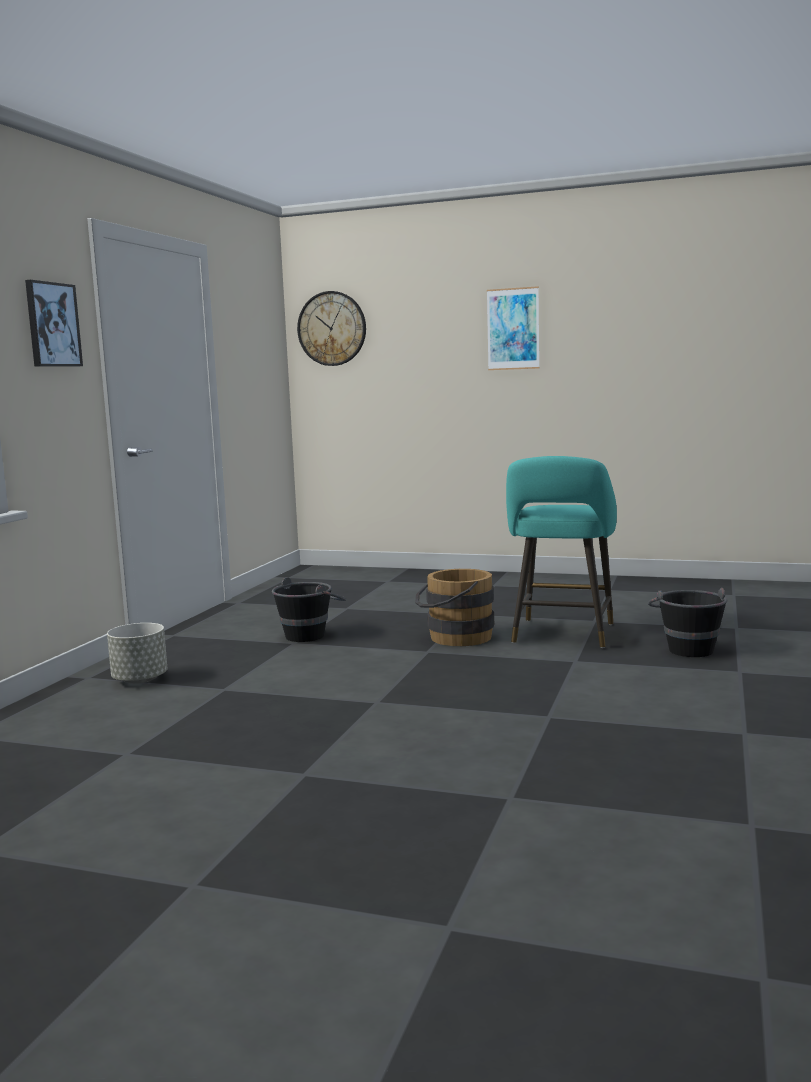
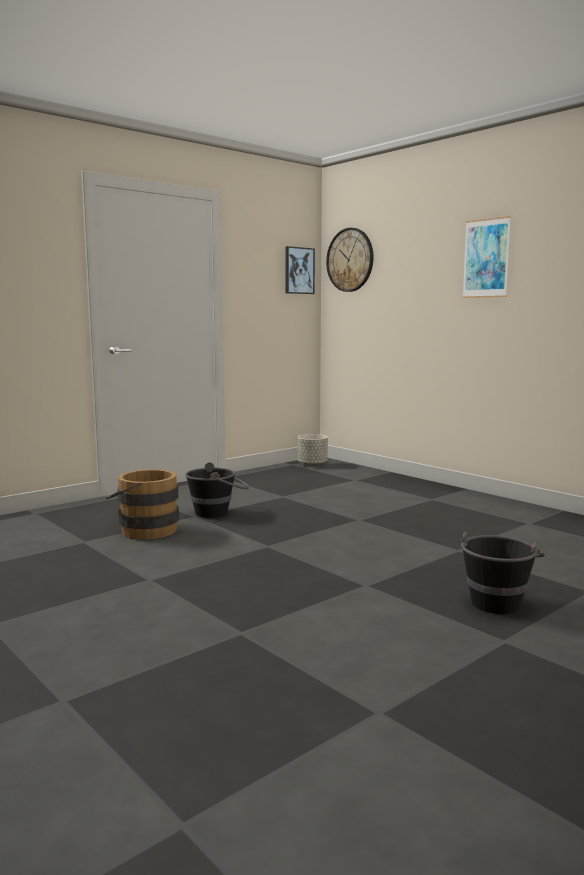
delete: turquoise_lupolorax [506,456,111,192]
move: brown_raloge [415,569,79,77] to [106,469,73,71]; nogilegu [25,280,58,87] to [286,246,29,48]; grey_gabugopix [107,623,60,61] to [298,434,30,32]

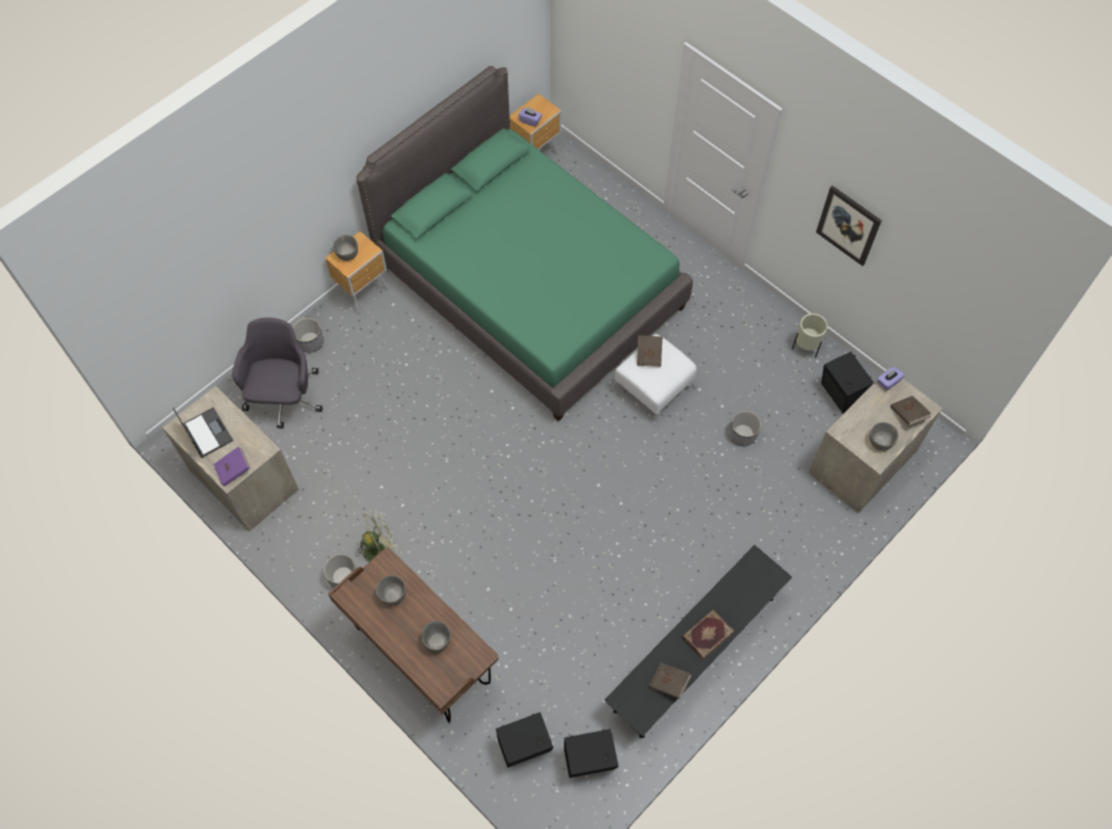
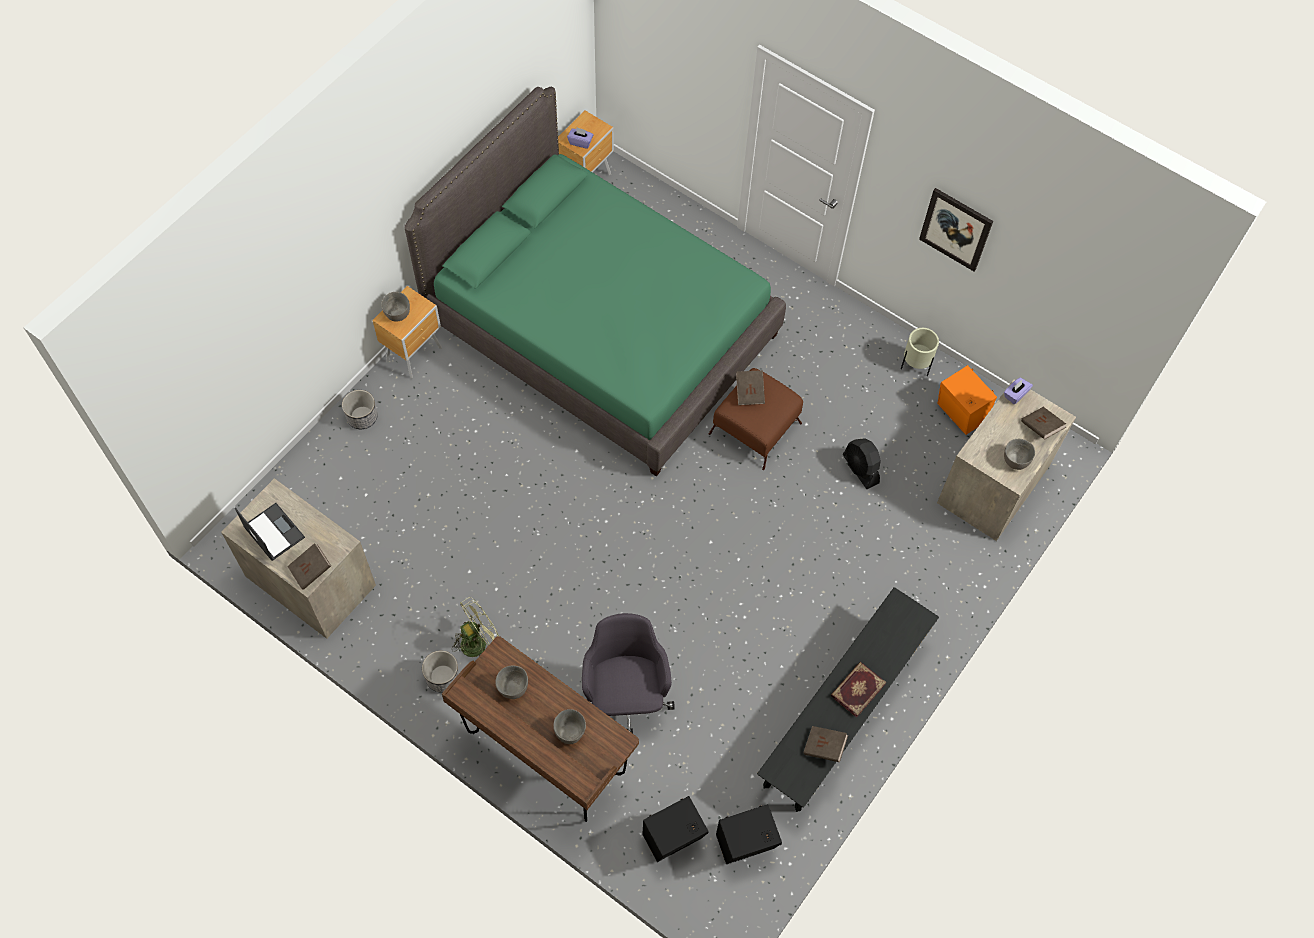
move: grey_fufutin [232,318,90,110] to [582,613,93,120]
replace: gabugopix [729,410,32,36] to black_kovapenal [843,438,38,51]
recolor: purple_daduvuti [213,446,37,40] to brown_daduvuti [287,543,44,47]; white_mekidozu [611,334,86,92] to brown_mekidozu [709,368,94,102]; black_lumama [821,352,53,62] to orange_lumama [937,365,60,70]

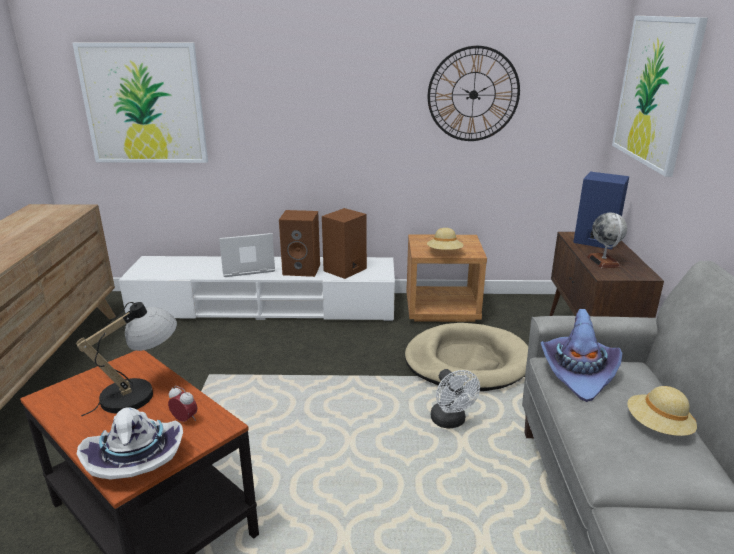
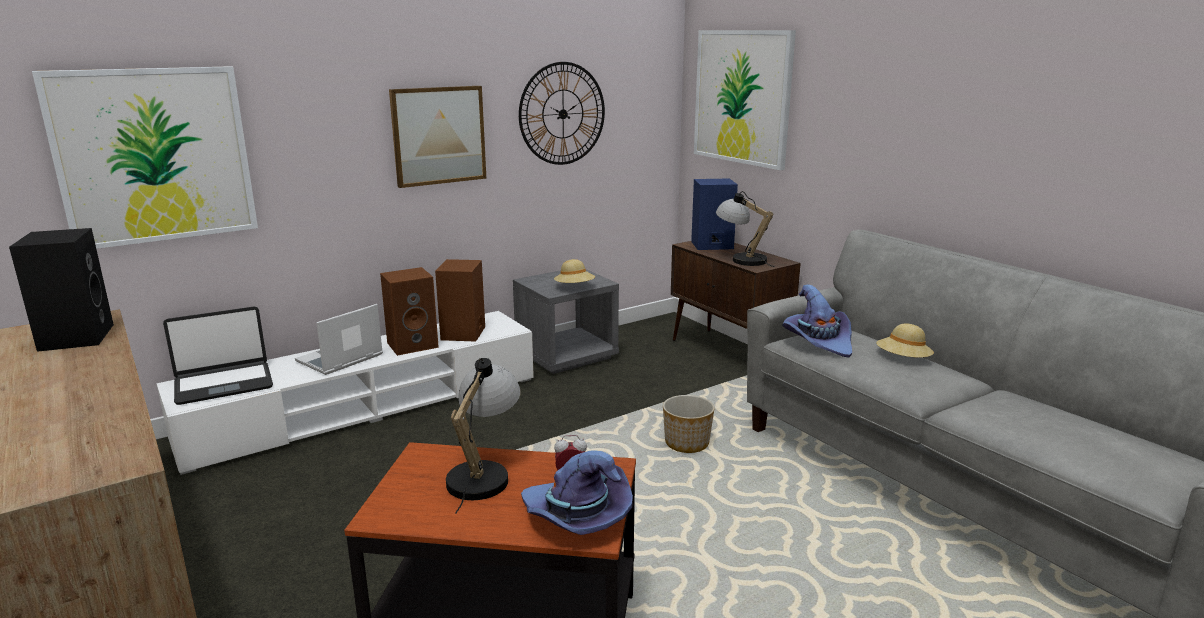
delete: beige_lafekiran [405,323,123,68]
insert: black_lumama [9,228,105,124]; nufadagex [163,307,110,98]; nogilegu [389,86,97,102]
replace: white_kovapenal [431,369,49,59] to gabugopix [663,395,52,58]; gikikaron [587,213,40,55] to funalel [716,191,59,76]
recolor: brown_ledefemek [406,234,81,88] to grey_ledefemek [513,269,106,105]; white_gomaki [77,407,106,73] to purple_gomaki [521,450,112,85]

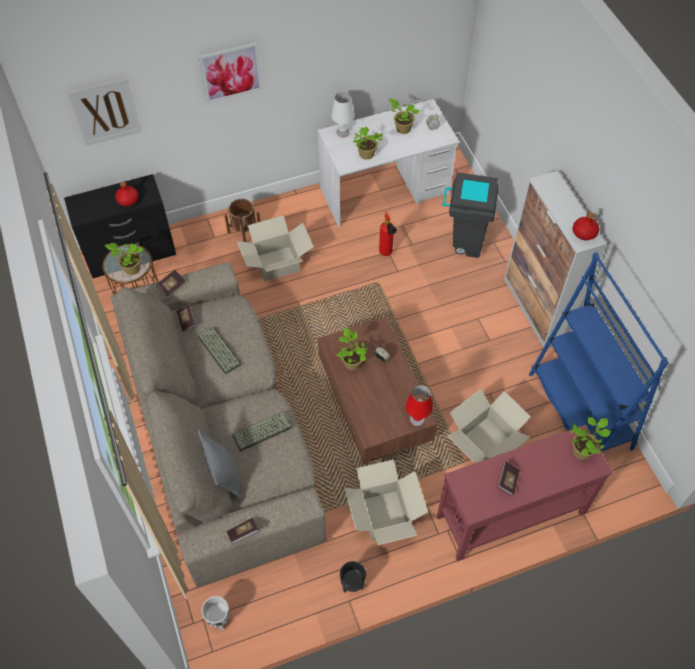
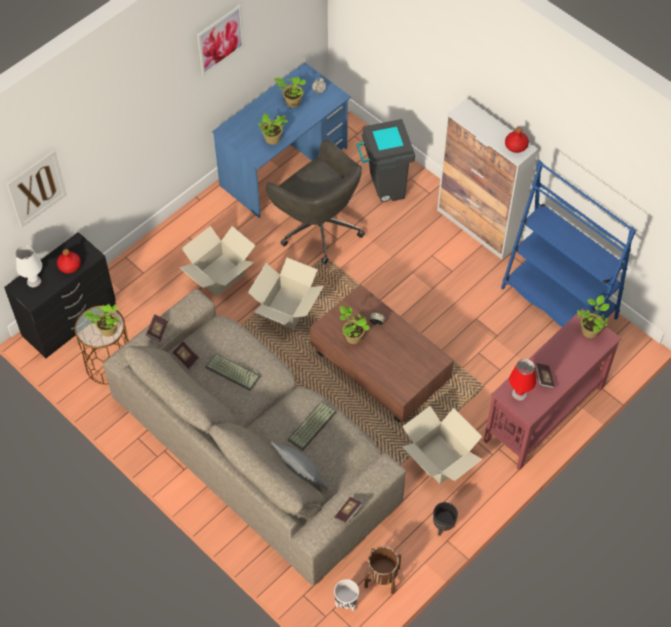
move: white_funalel [331,92,24,45] to [16,245,26,42]; nogilegu [199,42,63,61] to [197,5,47,71]; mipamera [447,389,84,74] to [248,257,76,73]; brown_gabugopix [225,199,35,43] to [365,546,36,48]; red_funalel [405,385,28,41] to [509,359,27,42]
replace: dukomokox [379,211,18,45] to grey_fufutin [265,139,100,125]
recolor: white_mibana [317,99,142,128] to blue_mibana [212,63,139,155]

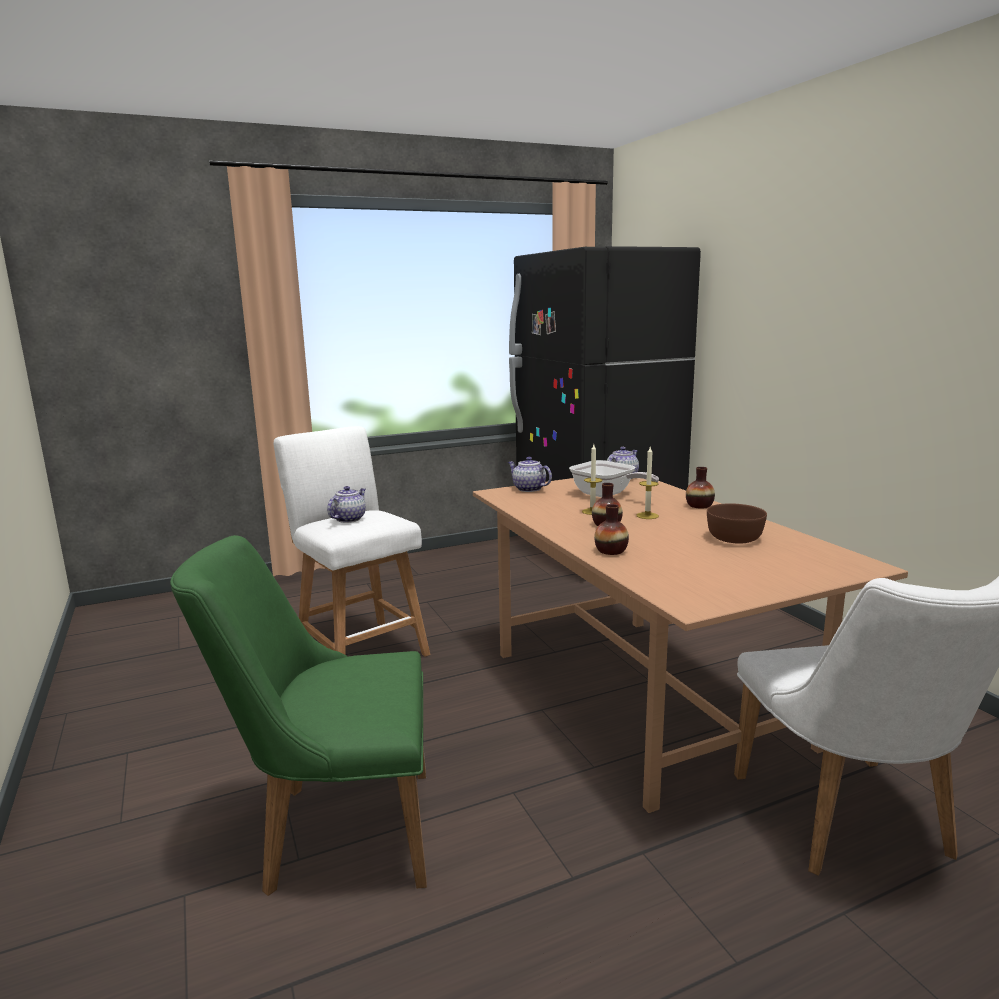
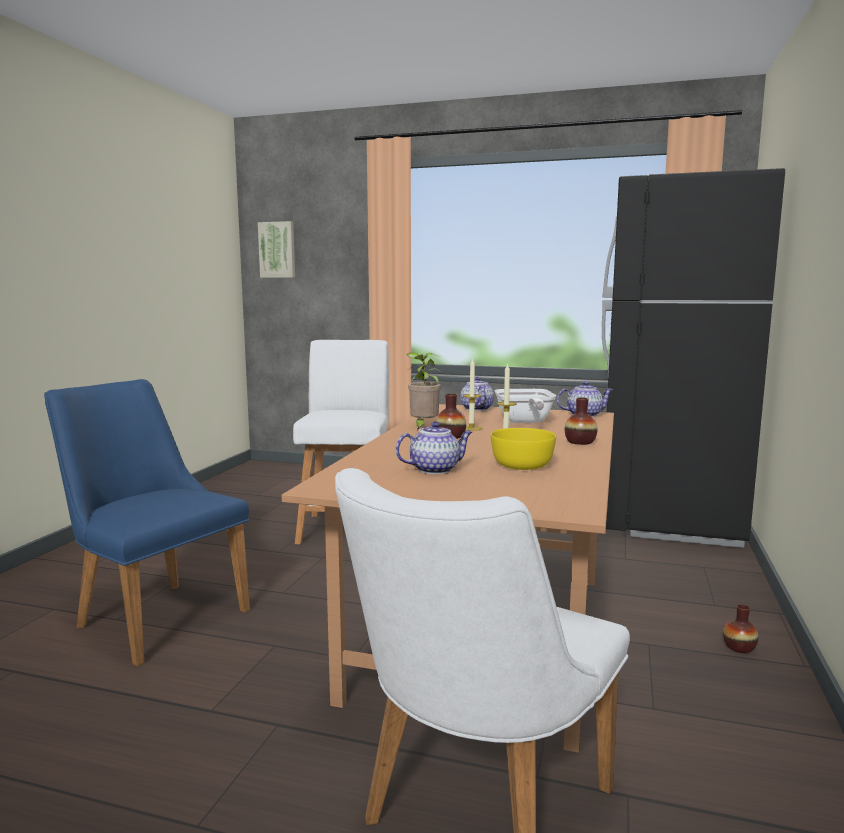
insert: nogilegu [258,221,37,57]; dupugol [407,352,34,78]
move: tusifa [327,486,39,37] to [396,422,76,52]; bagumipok [594,504,35,51] to [723,604,35,49]
recolor: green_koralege [170,535,257,361] to blue_koralege [44,379,206,288]; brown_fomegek [707,503,60,41] to yellow_fomegek [491,428,65,42]

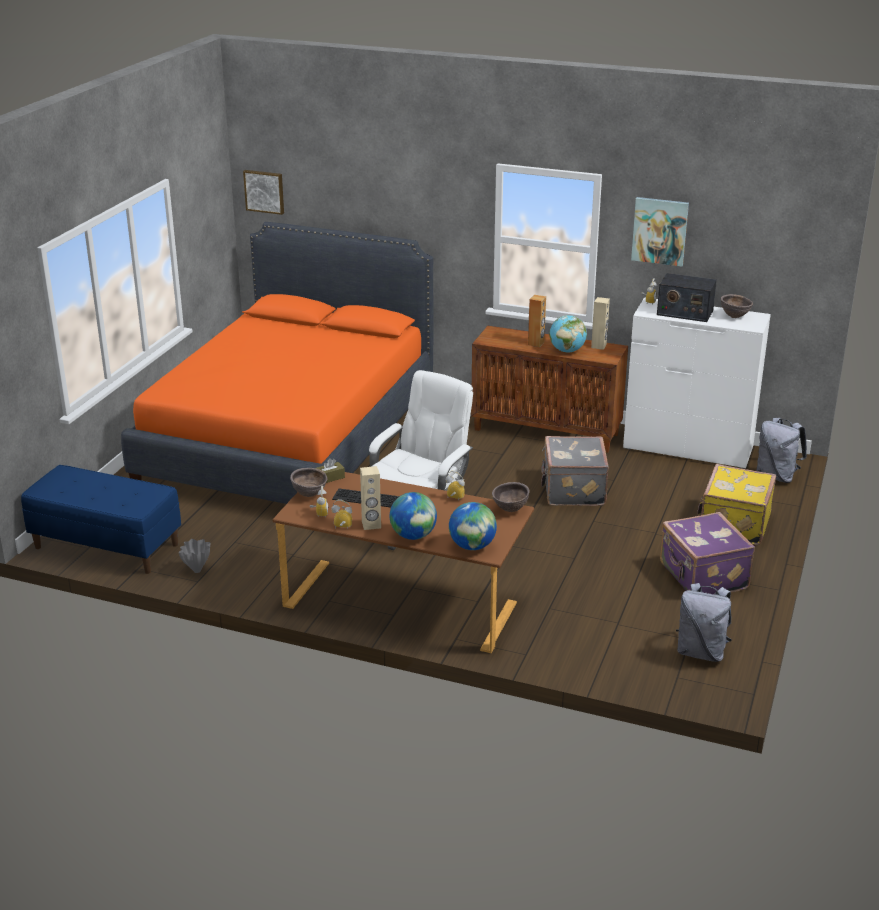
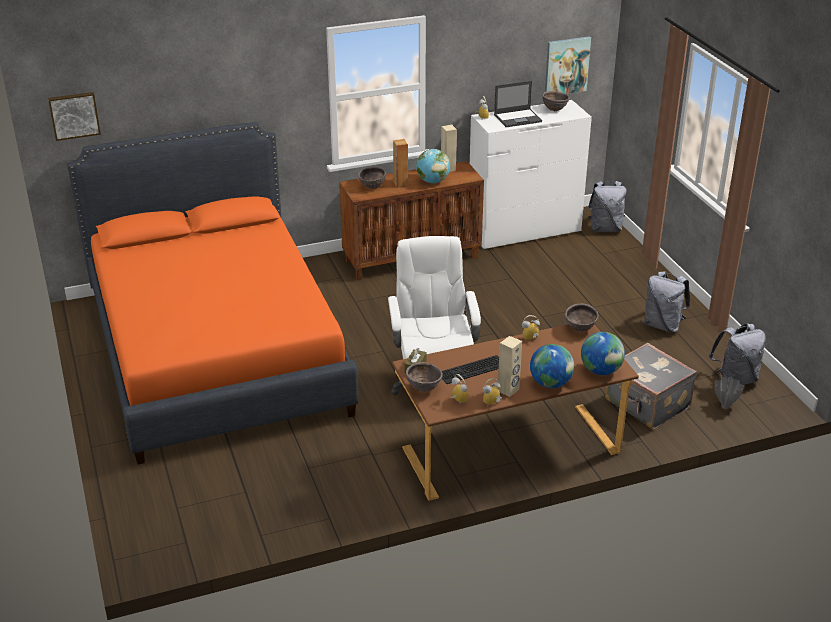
delete: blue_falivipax [21,465,160,109]; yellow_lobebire [697,464,79,81]
insert: brown_fomegek [358,166,28,23]
move: nogilegu [631,197,58,70] to [545,36,46,58]; grey_lobebire [541,436,68,70] to [605,343,92,87]; grey_bagumipok [179,539,31,34] to [715,377,30,31]
replace: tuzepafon [657,273,60,49] to nufadagex [494,81,48,46]; purple_lobebire [660,512,95,82] to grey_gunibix [644,271,46,62]

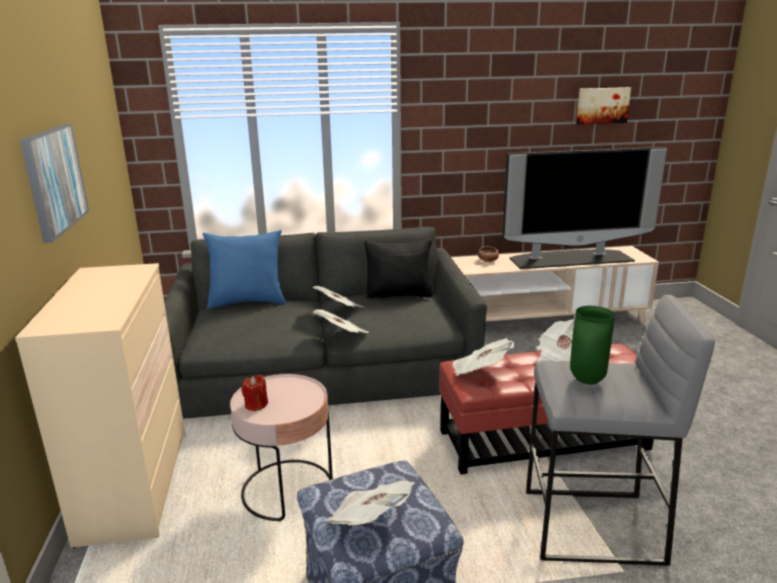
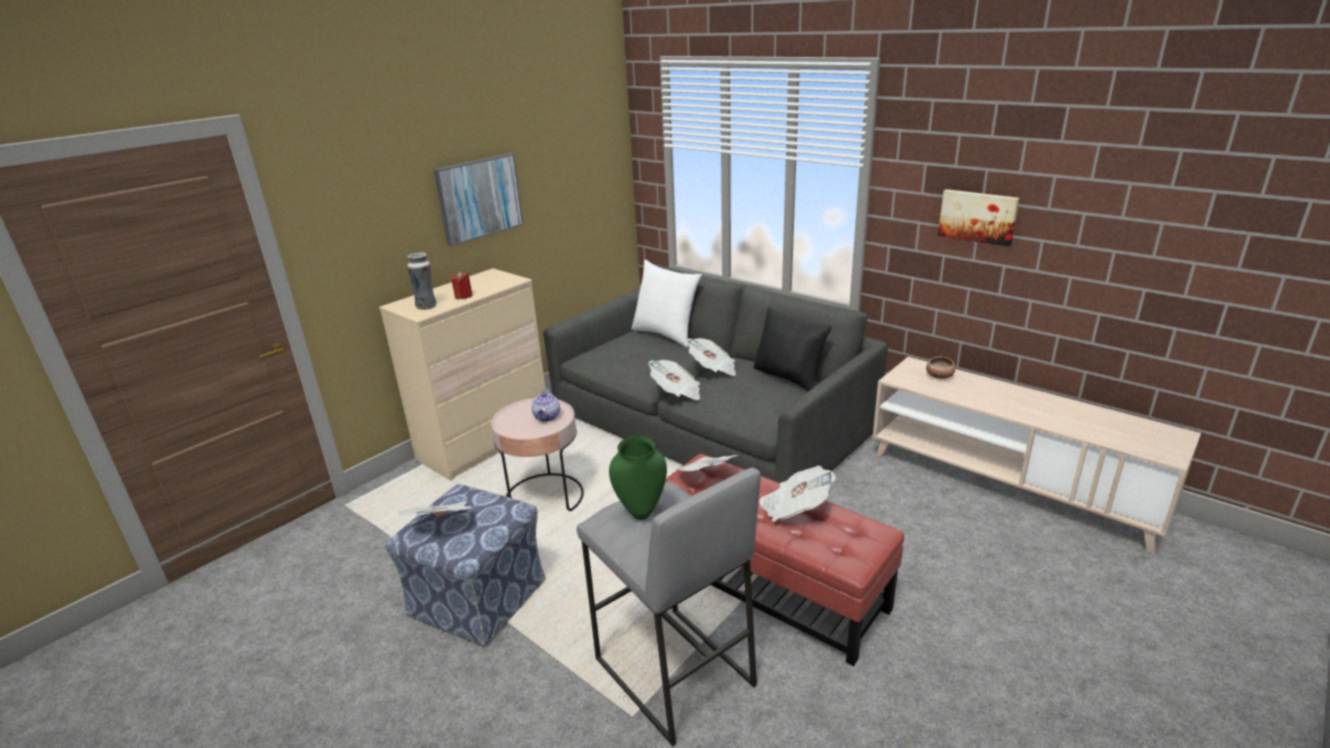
delete: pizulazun [502,147,165,122]
insert: bagumipok [407,253,29,57]; tusifa [531,389,29,32]
move: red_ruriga [241,375,27,36] to [451,271,22,28]; nogilegu [576,87,55,38] to [938,189,81,58]
recolor: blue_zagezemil [203,230,83,79] to white_zagezemil [632,260,70,88]

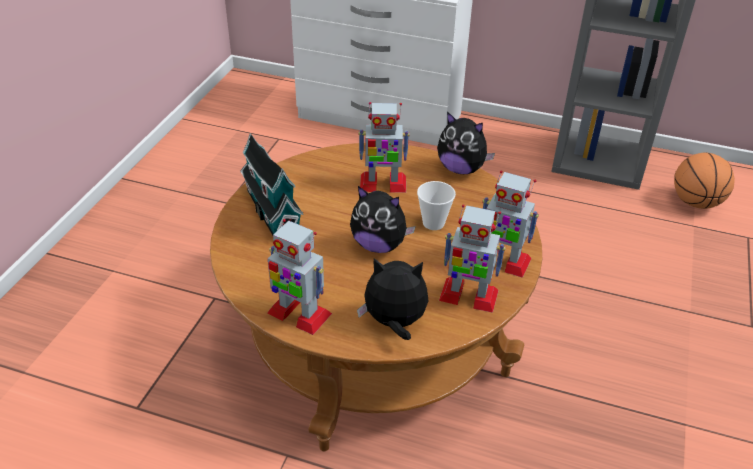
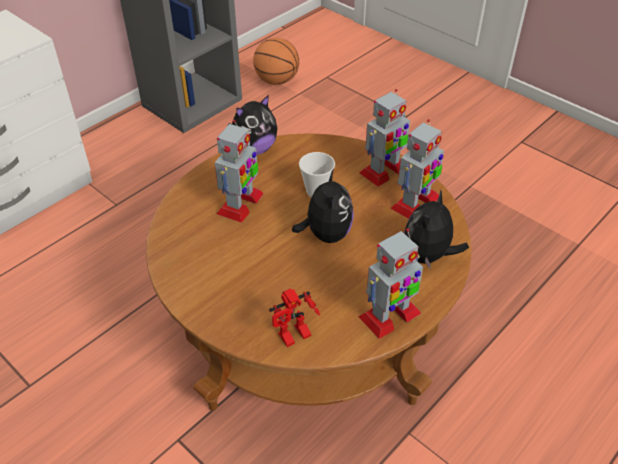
delete: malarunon [240,133,64,102]
insert: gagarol [269,289,51,58]
rotate: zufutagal [350,186,66,67] = [292,169,62,74] 45 degrees counterclockwise

